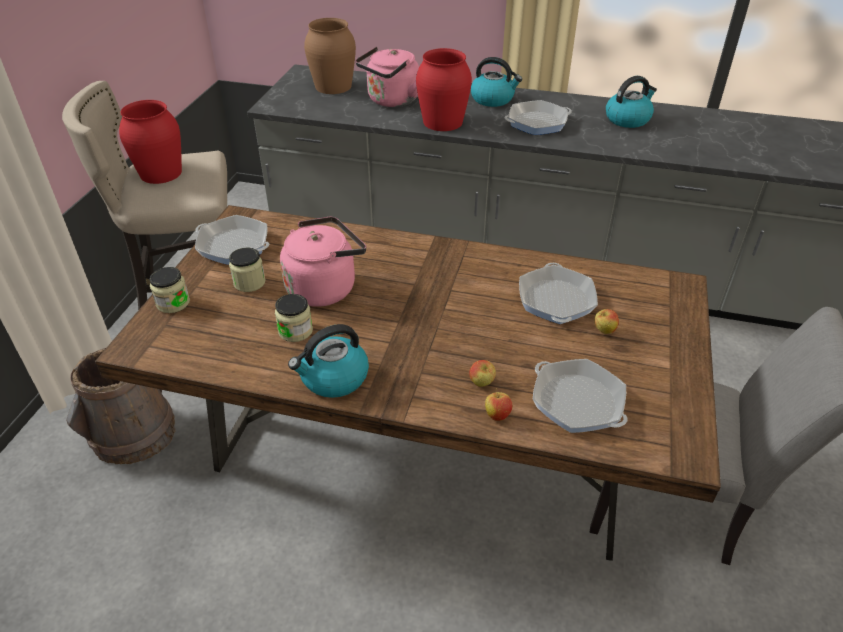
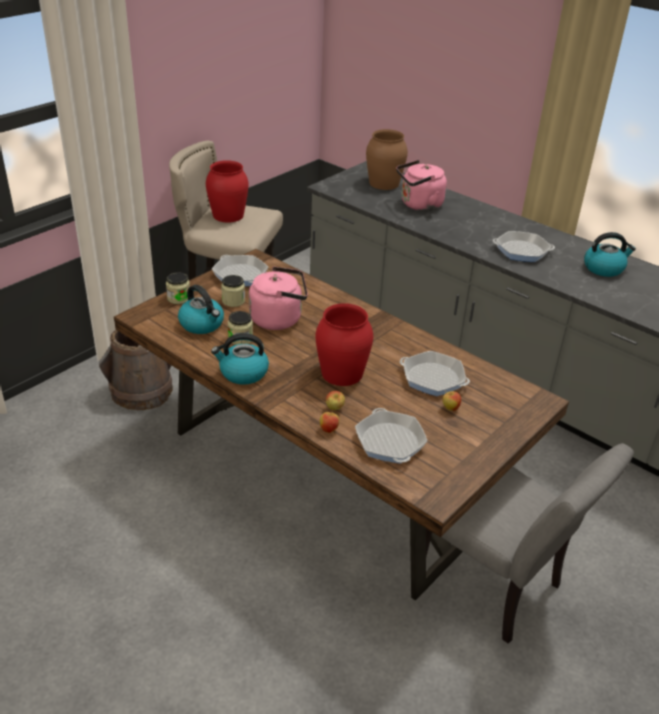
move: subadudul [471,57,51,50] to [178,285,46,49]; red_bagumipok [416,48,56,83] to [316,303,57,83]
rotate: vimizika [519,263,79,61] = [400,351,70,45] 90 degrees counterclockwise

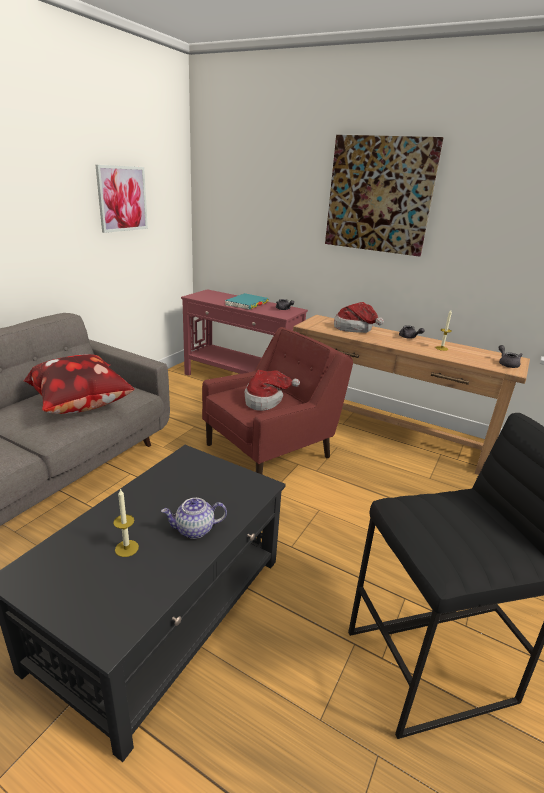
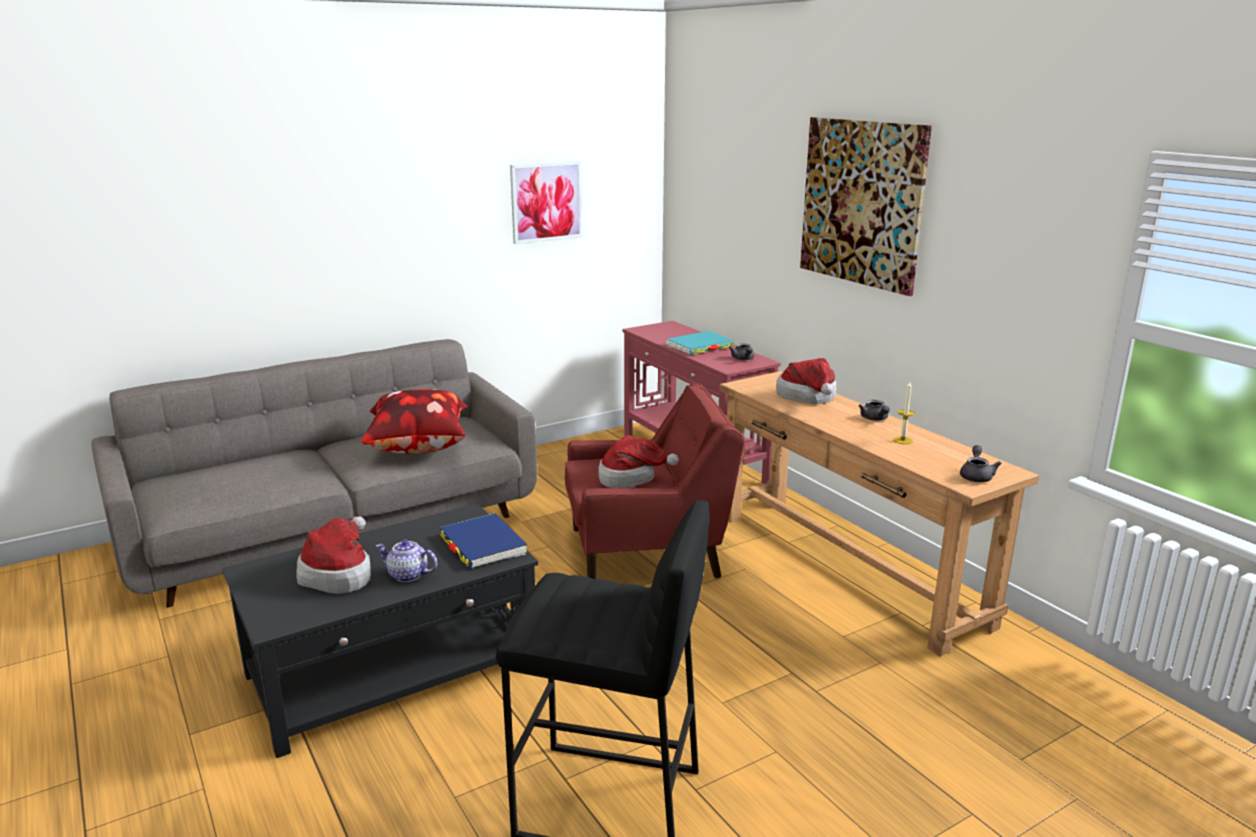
insert: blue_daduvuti [439,513,88,56]
replace: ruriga [113,488,26,69] to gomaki [296,516,75,78]

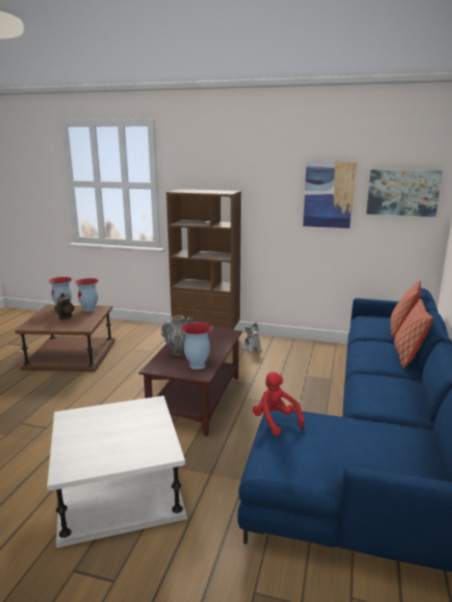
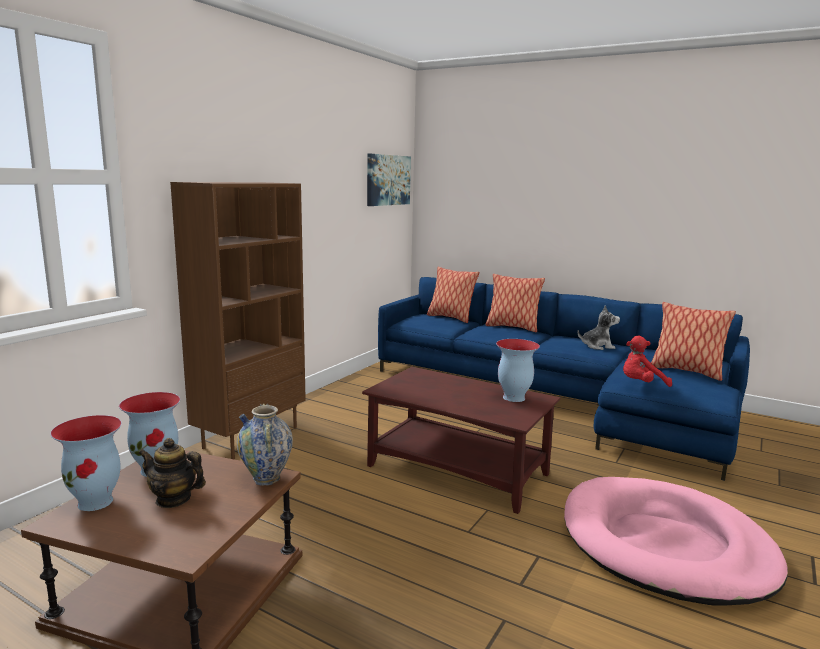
delete: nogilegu [303,161,54,67]
insert: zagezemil [651,302,85,79]
move: bagumipok [161,315,34,41] to [237,403,56,83]; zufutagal [243,322,19,31] to [578,305,42,45]
replace: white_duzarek [47,396,140,152] to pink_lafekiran [564,477,224,129]

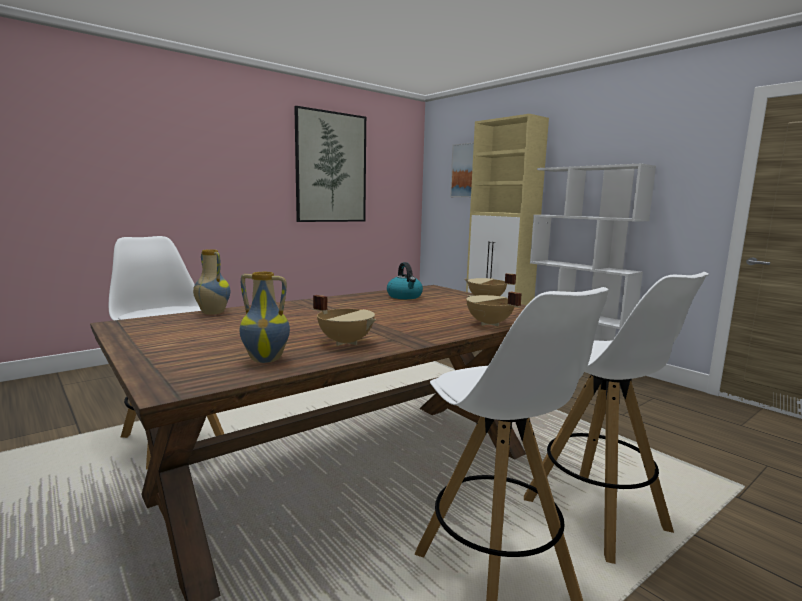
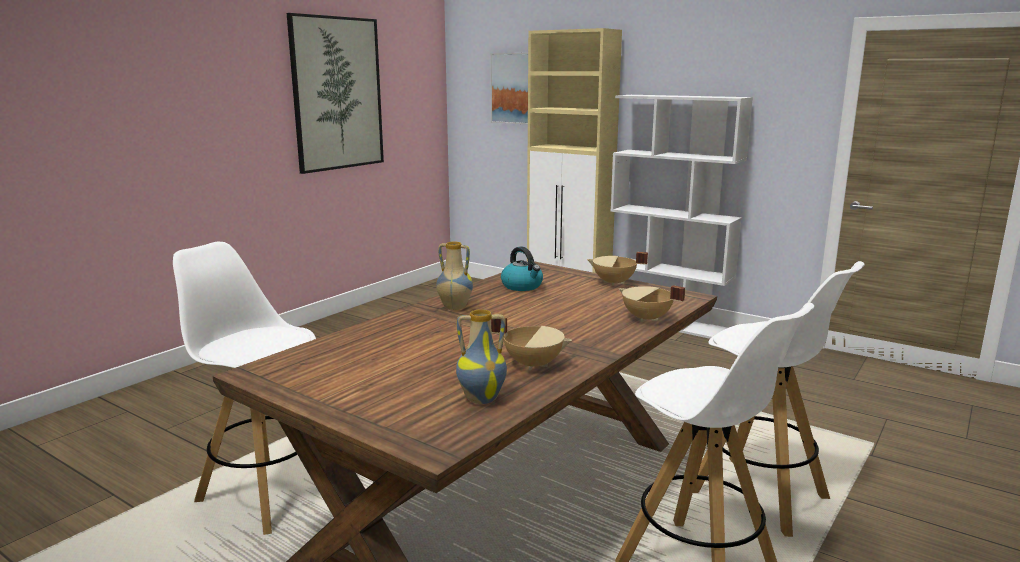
move: bagumipok [193,249,37,66] to [436,242,37,68]

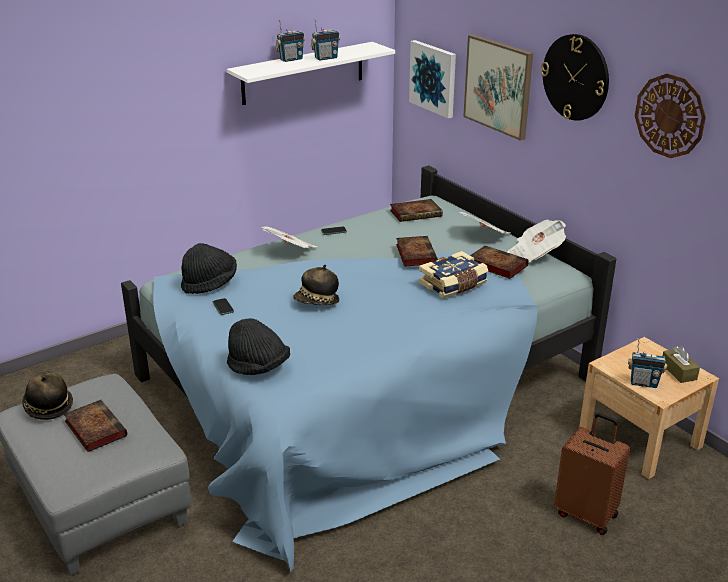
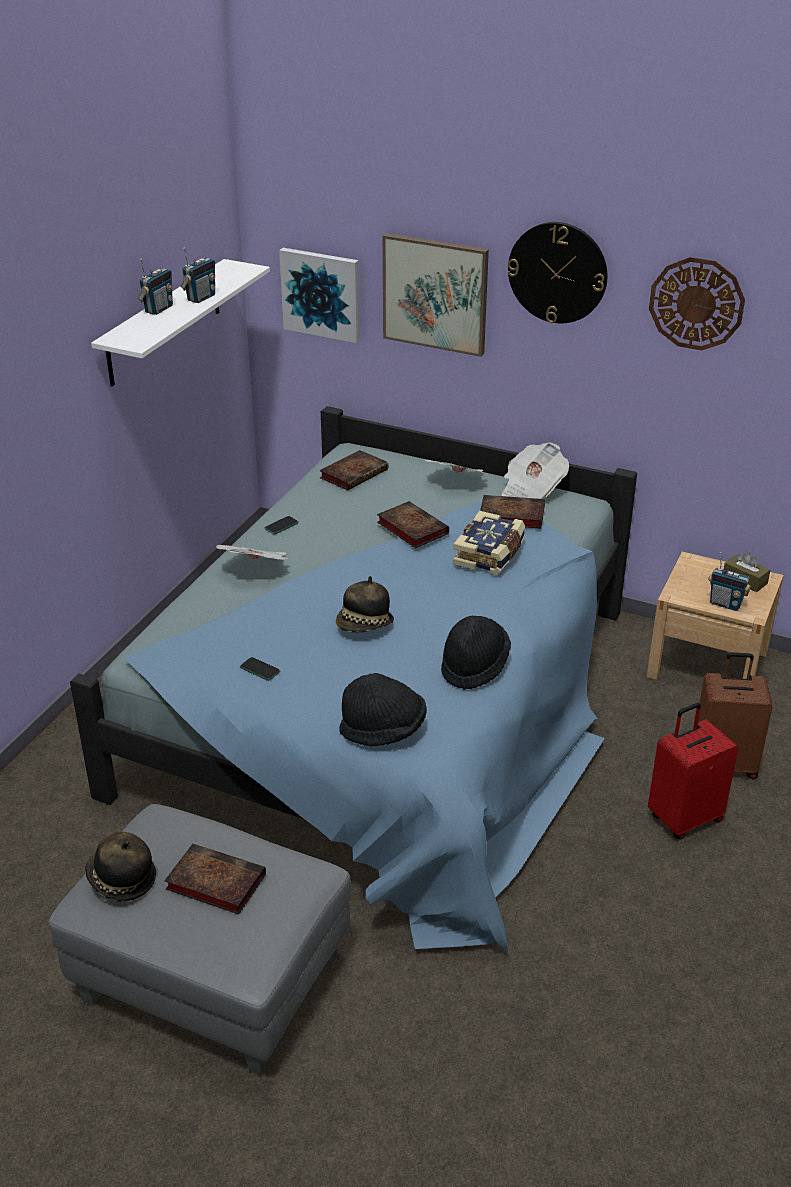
insert: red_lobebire [648,703,91,136]
move: black_gomaki [181,243,56,51] to [441,616,70,74]
rotate: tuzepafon [628,338,39,50] = [708,552,43,59] 45 degrees clockwise

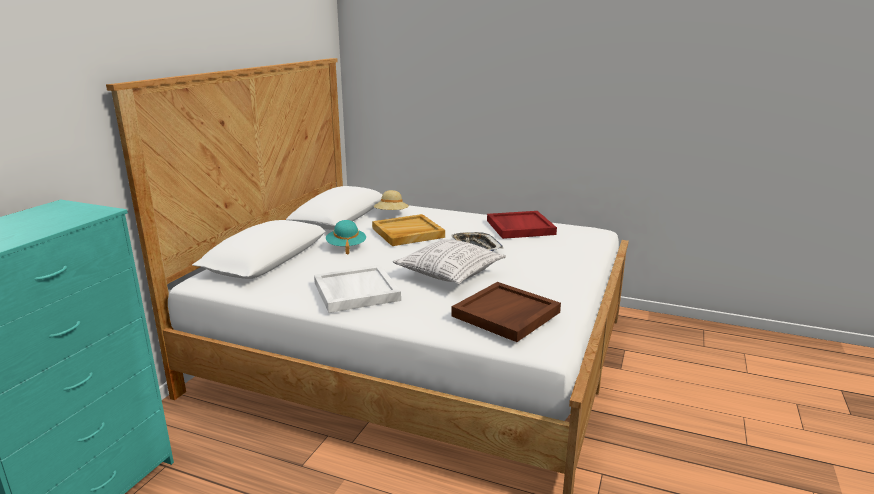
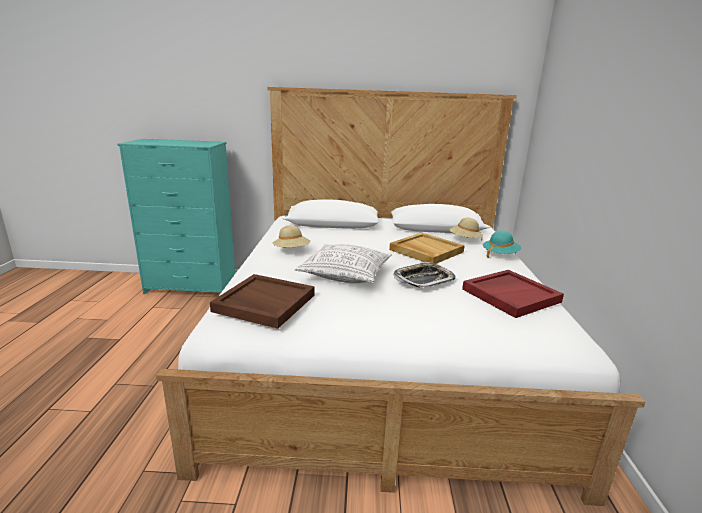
move: turquoise_gomaki [326,220,40,35] to [483,230,38,28]
replace: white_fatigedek [314,265,87,48] to beige_gomaki [273,225,38,23]

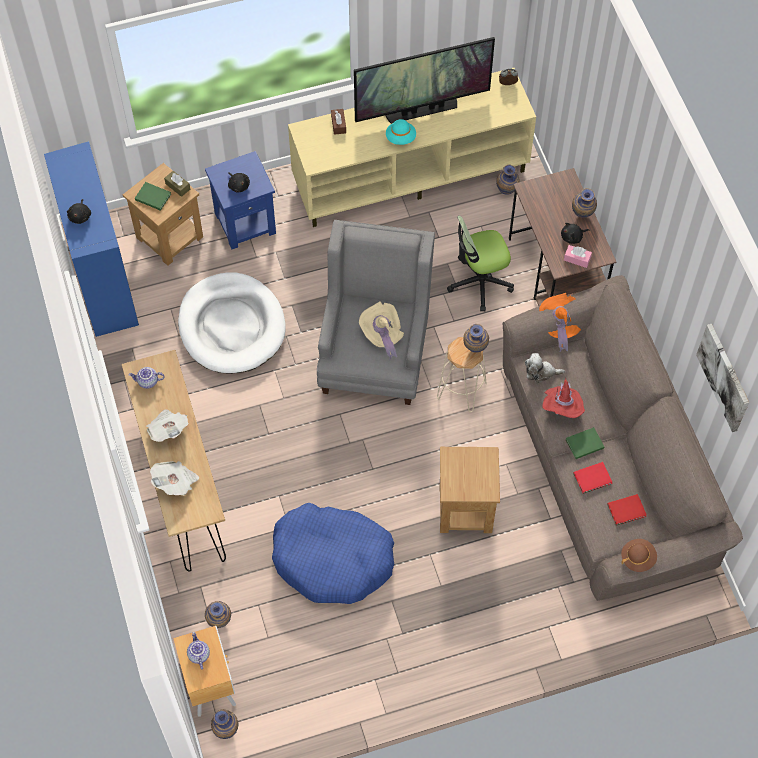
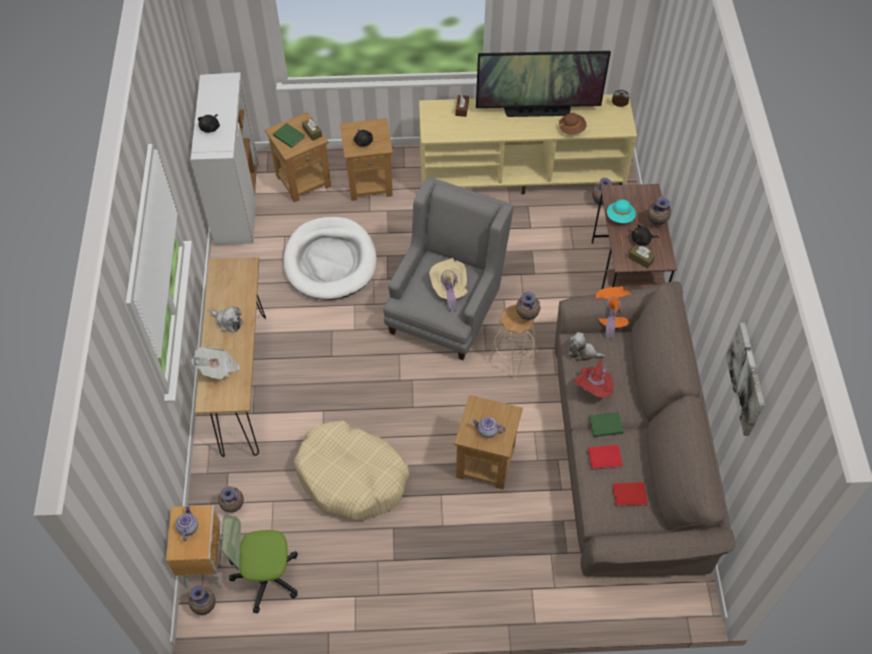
move: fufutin [447,215,67,96] to [221,516,77,97]; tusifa [128,367,37,22] to [472,417,33,21]; brown_gomaki [621,539,36,33] to [558,113,28,22]; turquoise_gomaki [386,119,30,26] to [607,199,29,24]
replace: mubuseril [146,409,43,33] to zufutagal [210,306,33,26]
recolor: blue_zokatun [44,141,95,196] to white_zokatun [191,72,68,173]; blue_lafekiran [272,503,122,101] to beige_lafekiran [294,421,115,100]; blue_duzarek [205,151,71,98] to brown_duzarek [340,118,53,83]; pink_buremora [564,245,28,23] to brown_buremora [628,245,28,24]

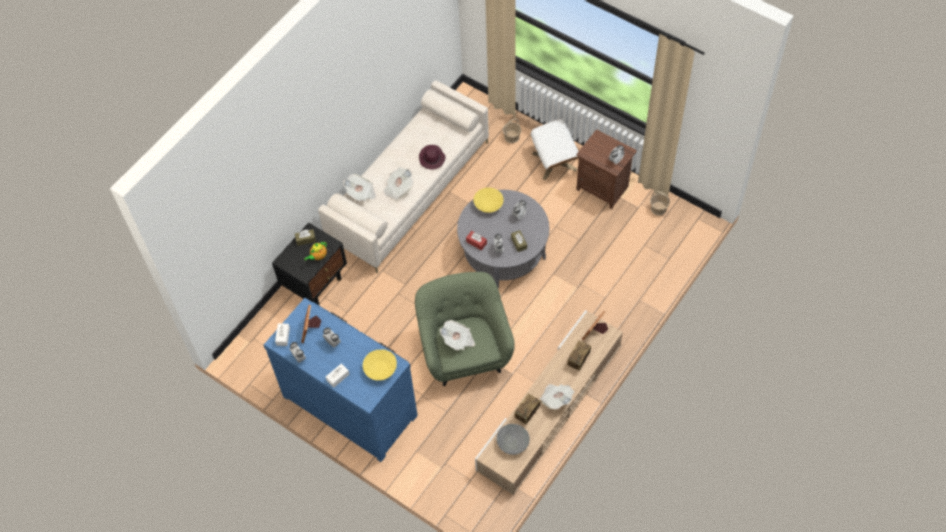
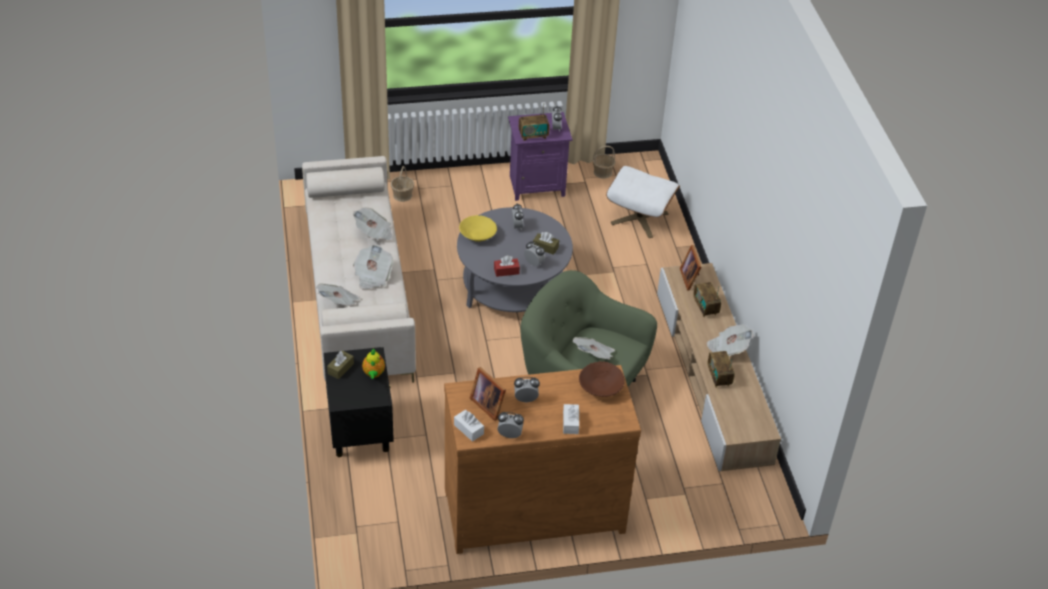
delete: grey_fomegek [496,424,34,31]
insert: tuzepafon [519,106,31,35]
move: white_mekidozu [531,119,48,61] to [606,166,74,72]
replace: purple_gomaki [419,145,27,25] to mubuseril [353,208,40,33]
recolor: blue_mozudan [264,298,154,164] to brown_mozudan [444,365,197,189]; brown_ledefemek [576,129,61,80] to purple_ledefemek [508,112,64,89]; yellow_fomegek [363,349,34,32] to brown_fomegek [579,361,46,36]

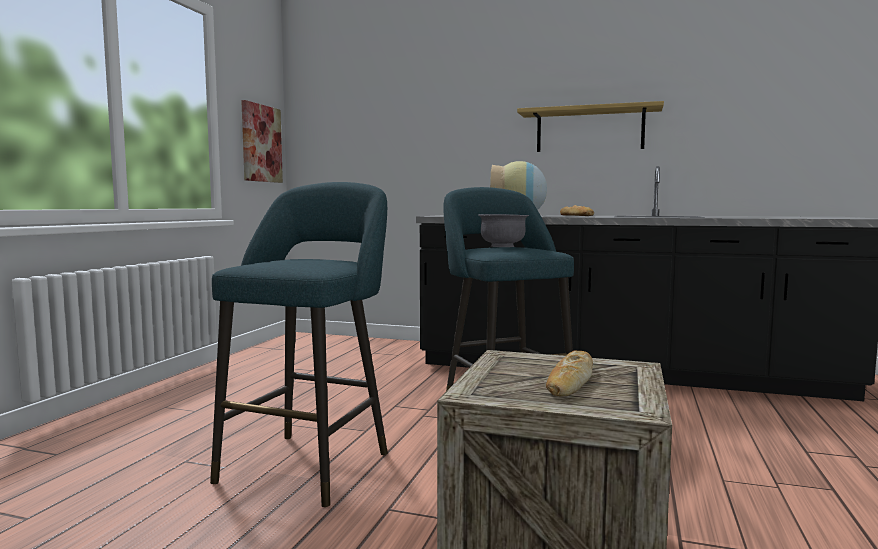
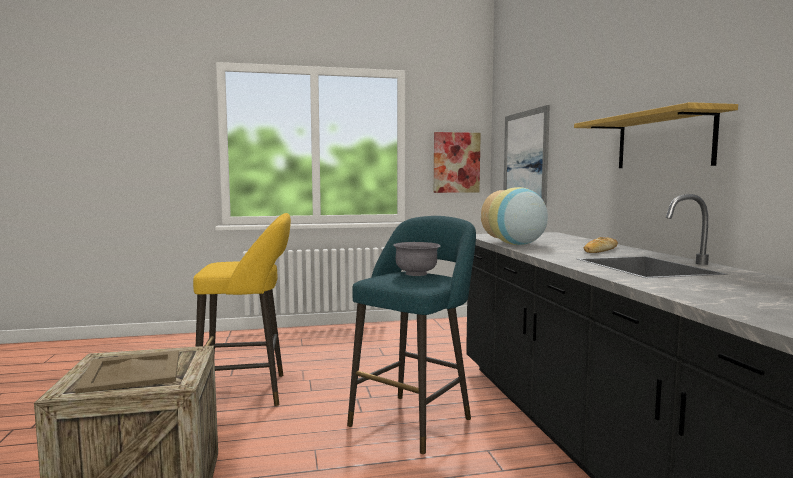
insert: nogilegu [503,105,47,102]
replace: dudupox [546,351,47,46] to beige_fatigedek [75,350,104,44]
recolor: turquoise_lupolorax [210,182,178,325] to yellow_lupolorax [193,213,98,193]

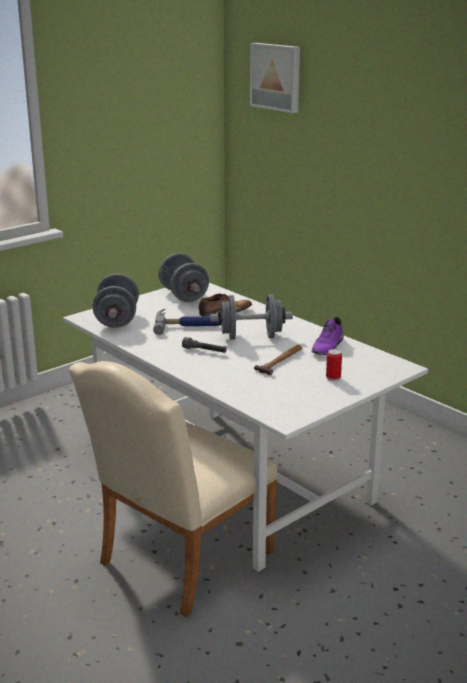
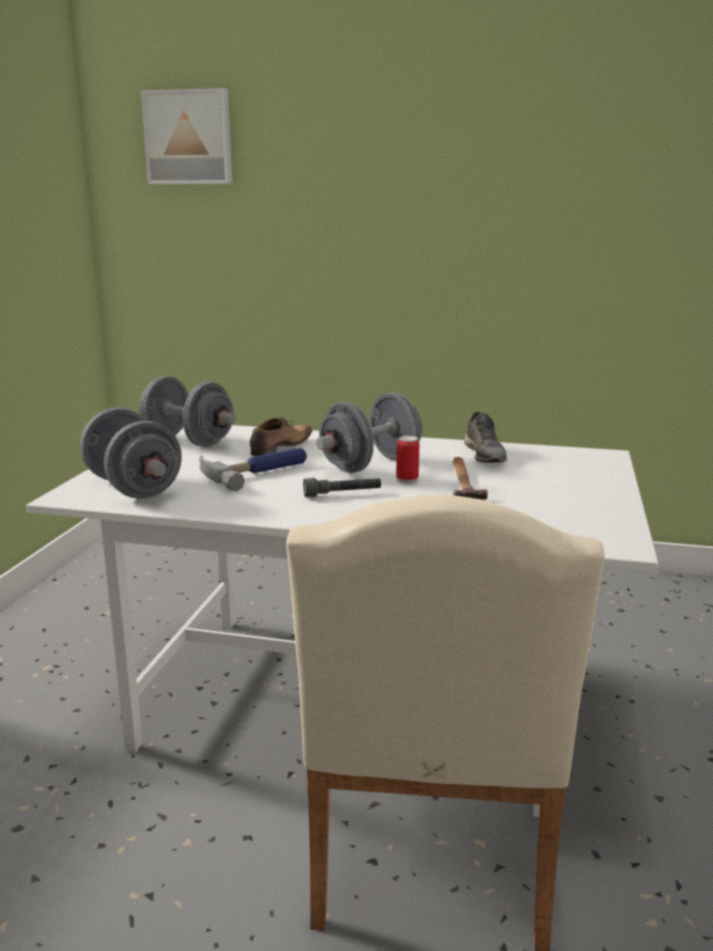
move: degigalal [326,349,16,32] to [396,436,23,48]
recolor: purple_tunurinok [312,317,32,38] to grey_tunurinok [464,412,43,51]

